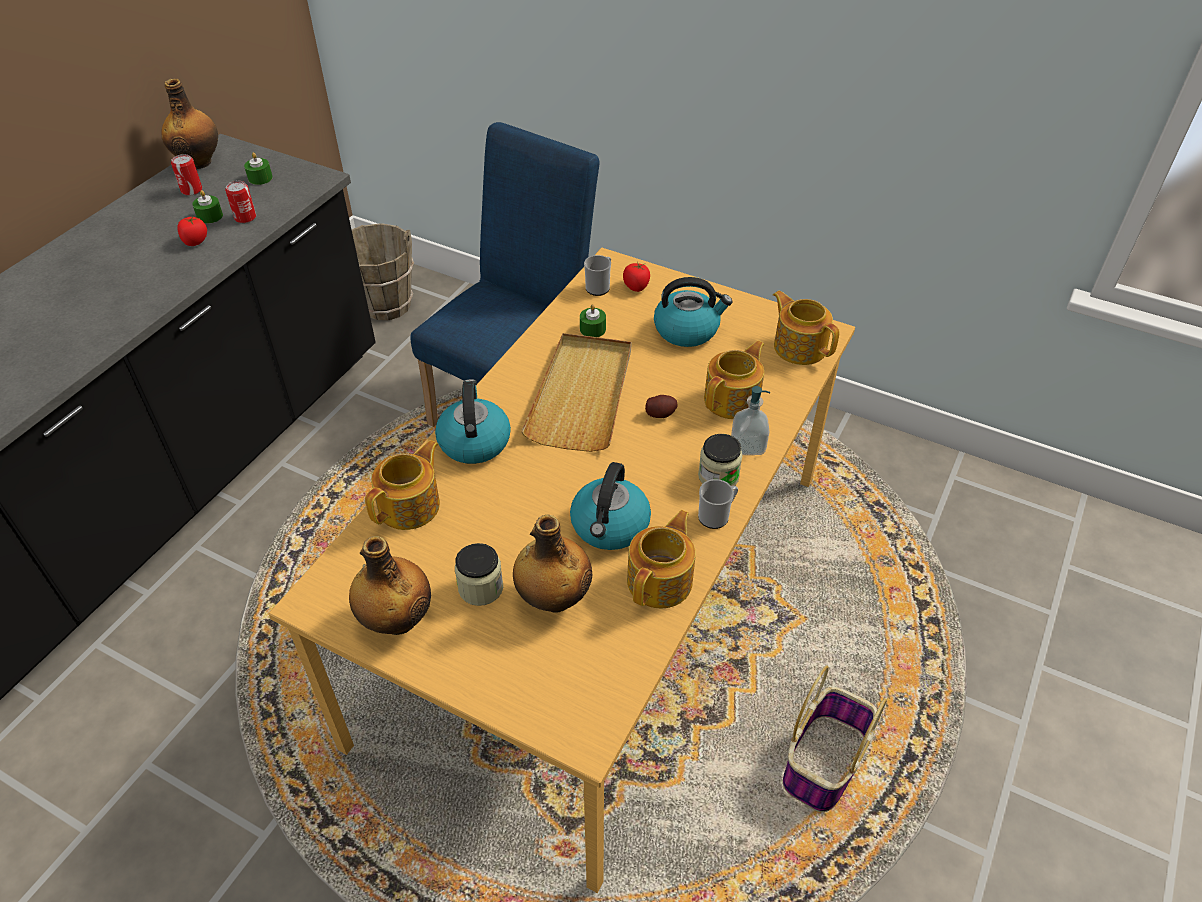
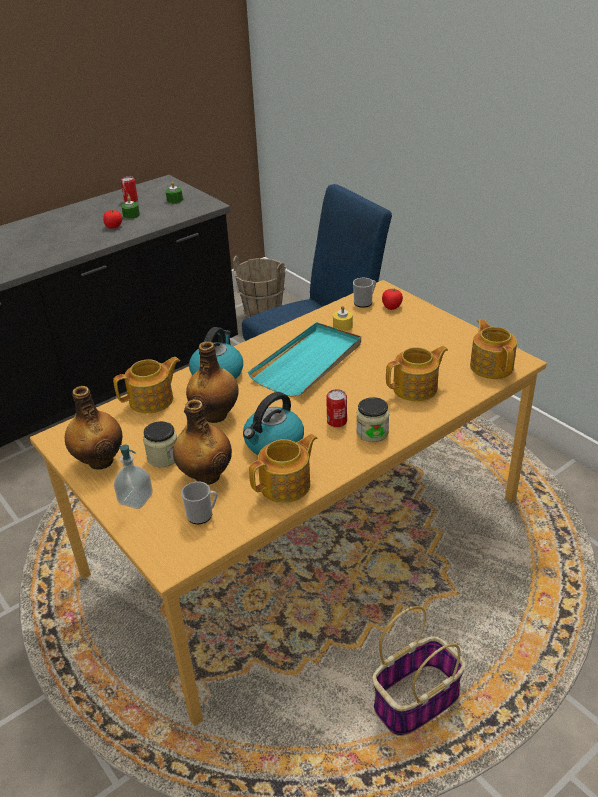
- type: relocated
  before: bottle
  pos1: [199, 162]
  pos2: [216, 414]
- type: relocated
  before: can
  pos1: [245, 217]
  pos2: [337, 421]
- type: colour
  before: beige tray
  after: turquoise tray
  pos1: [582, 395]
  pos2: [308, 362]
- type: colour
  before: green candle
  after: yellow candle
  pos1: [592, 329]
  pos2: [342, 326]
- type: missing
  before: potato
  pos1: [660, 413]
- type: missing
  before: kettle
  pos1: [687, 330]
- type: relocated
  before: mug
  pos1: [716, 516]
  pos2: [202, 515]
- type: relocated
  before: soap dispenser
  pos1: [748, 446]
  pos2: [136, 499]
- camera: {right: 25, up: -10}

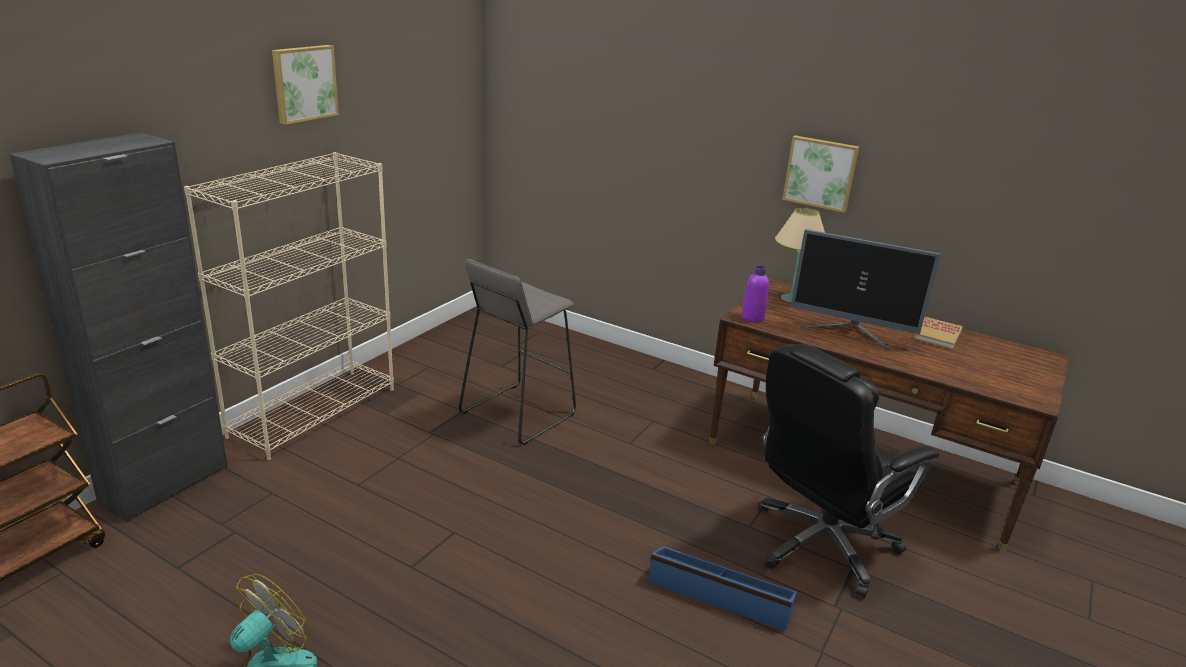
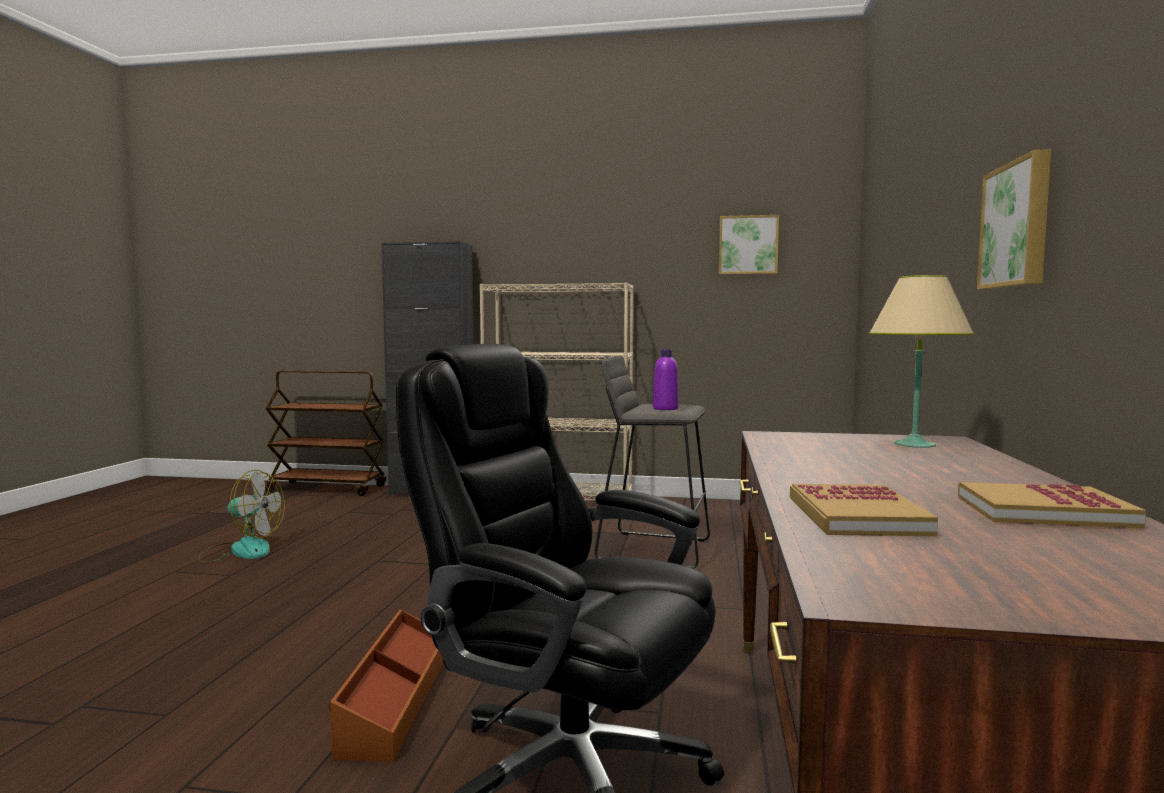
- type: relocated
  before: picture
  pos1: [304, 83]
  pos2: [748, 245]
- type: colour
  before: blue storage box
  after: brown storage box
  pos1: [719, 595]
  pos2: [395, 700]
- type: relocated
  before: purple bottle
  pos1: [752, 318]
  pos2: [665, 408]
- type: missing
  before: monitor
  pos1: [850, 333]
- type: appeared
  after: book
  pos2: [856, 516]
- camera: {right: 70, up: -20}

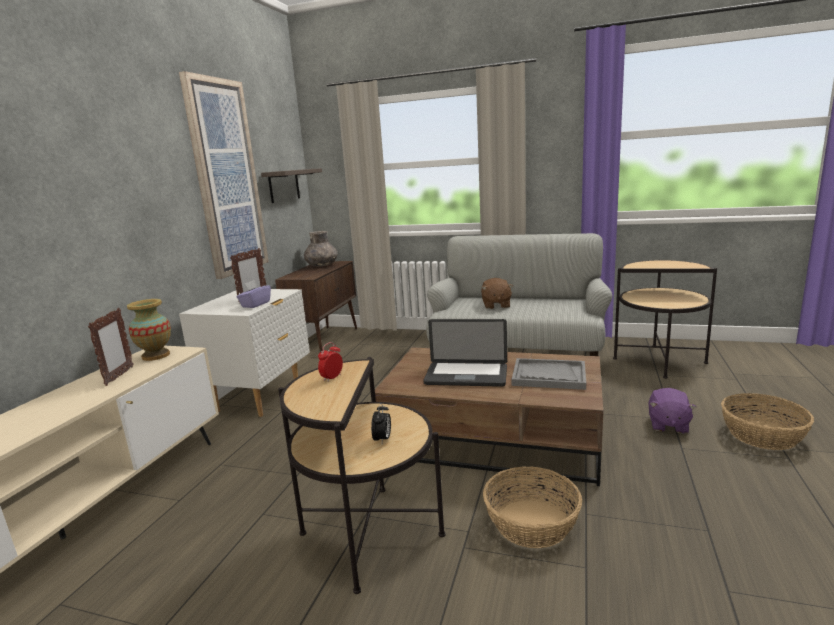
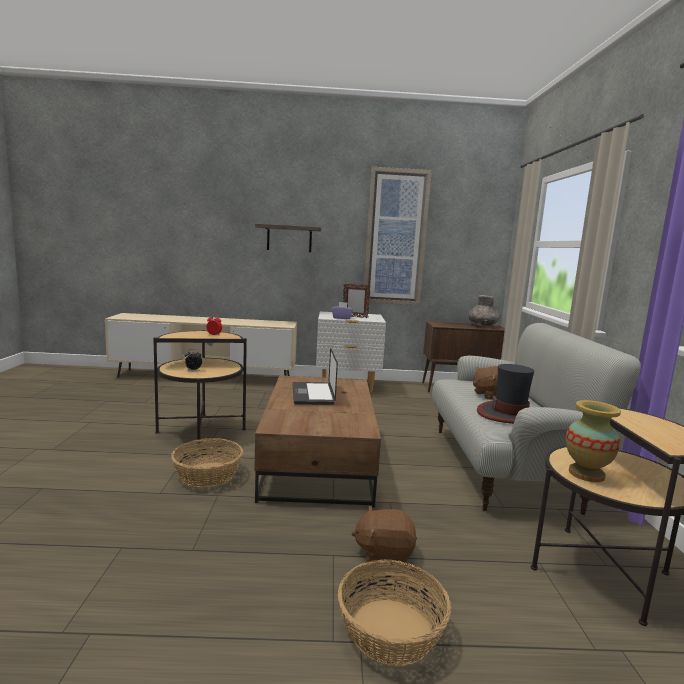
- type: missing
  before: picture frame
  pos1: [119, 376]
- type: relocated
  before: vase
  pos1: [156, 356]
  pos2: [586, 474]
- type: relocated
  before: shelf
  pos1: [284, 185]
  pos2: [289, 238]
- type: missing
  before: grey tray
  pos1: [548, 376]
- type: colour
  before: purple plush toy
  after: brown plush toy
  pos1: [668, 425]
  pos2: [384, 552]
- type: appeared
  after: hat
  pos2: [510, 415]
- camera: {right: 70, up: -5}

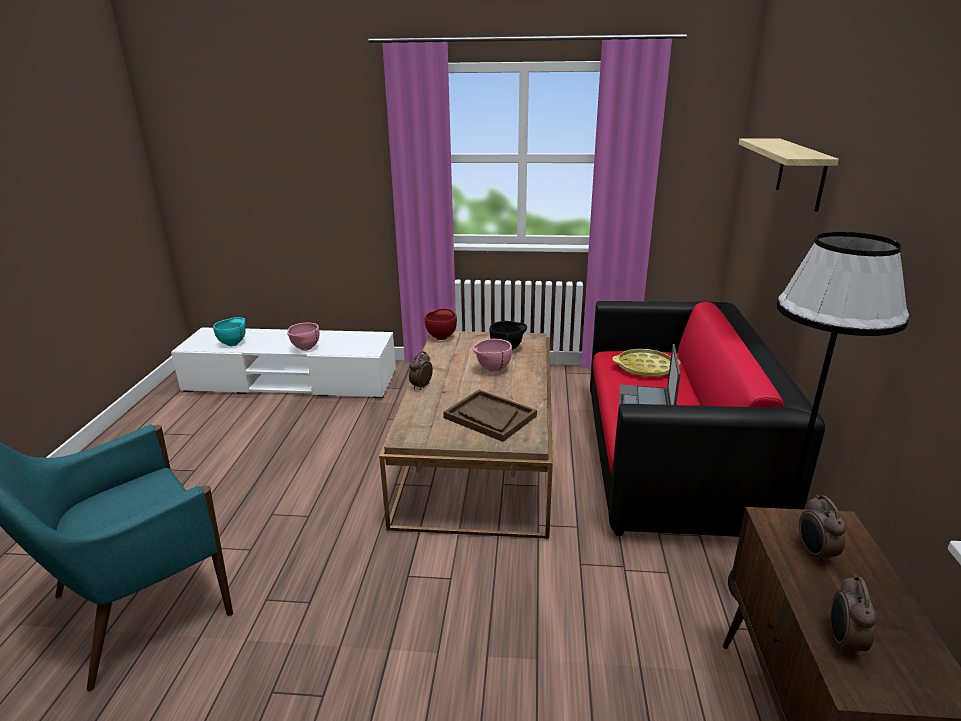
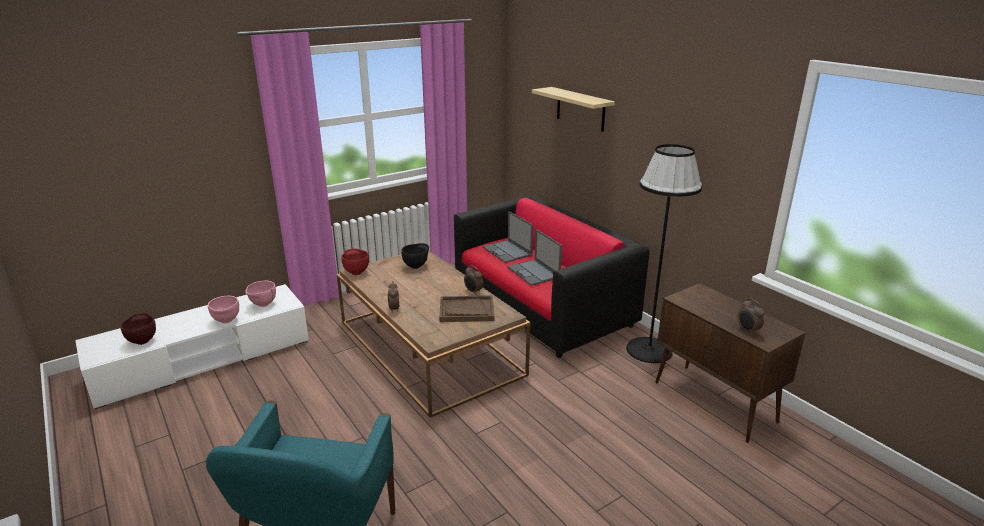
- type: colour
  before: turquoise bowl
  after: brown bowl
  pos1: [234, 343]
  pos2: [143, 341]
- type: relocated
  before: pink bowl
  pos1: [492, 370]
  pos2: [262, 305]
- type: exchanged
  before: yellow tray
  after: laptop
  pos1: [645, 368]
  pos2: [507, 251]
- type: relocated
  before: alarm clock
  pos1: [814, 553]
  pos2: [473, 292]
- camera: {right: -40, up: 0}

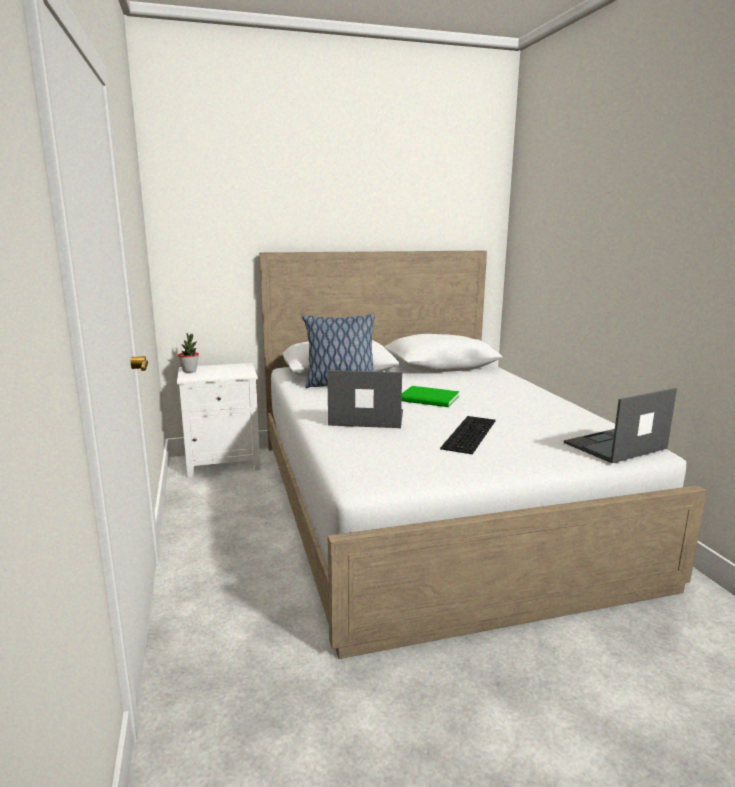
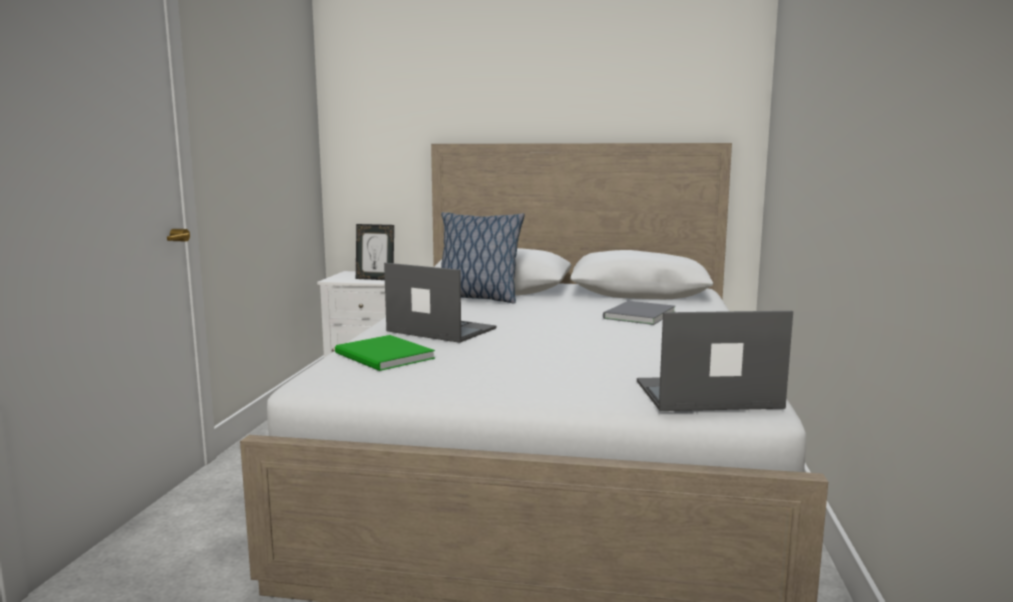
- type: missing
  before: potted plant
  pos1: [189, 371]
- type: relocated
  before: green book
  pos1: [430, 399]
  pos2: [384, 357]
- type: missing
  before: keyboard
  pos1: [467, 433]
- type: appeared
  after: picture frame
  pos2: [375, 279]
- type: appeared
  after: grey book
  pos2: [637, 315]
- camera: {right: 25, up: -5}

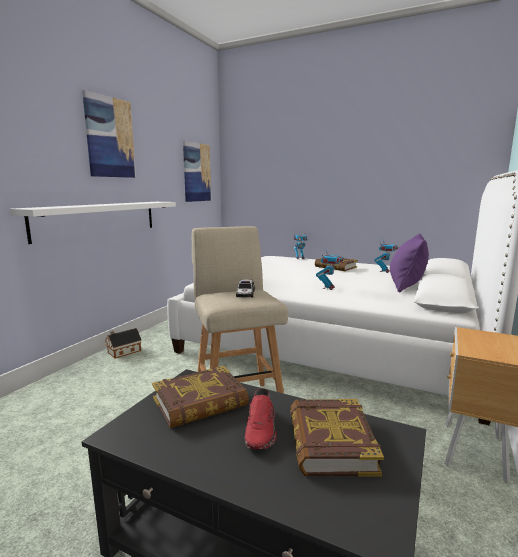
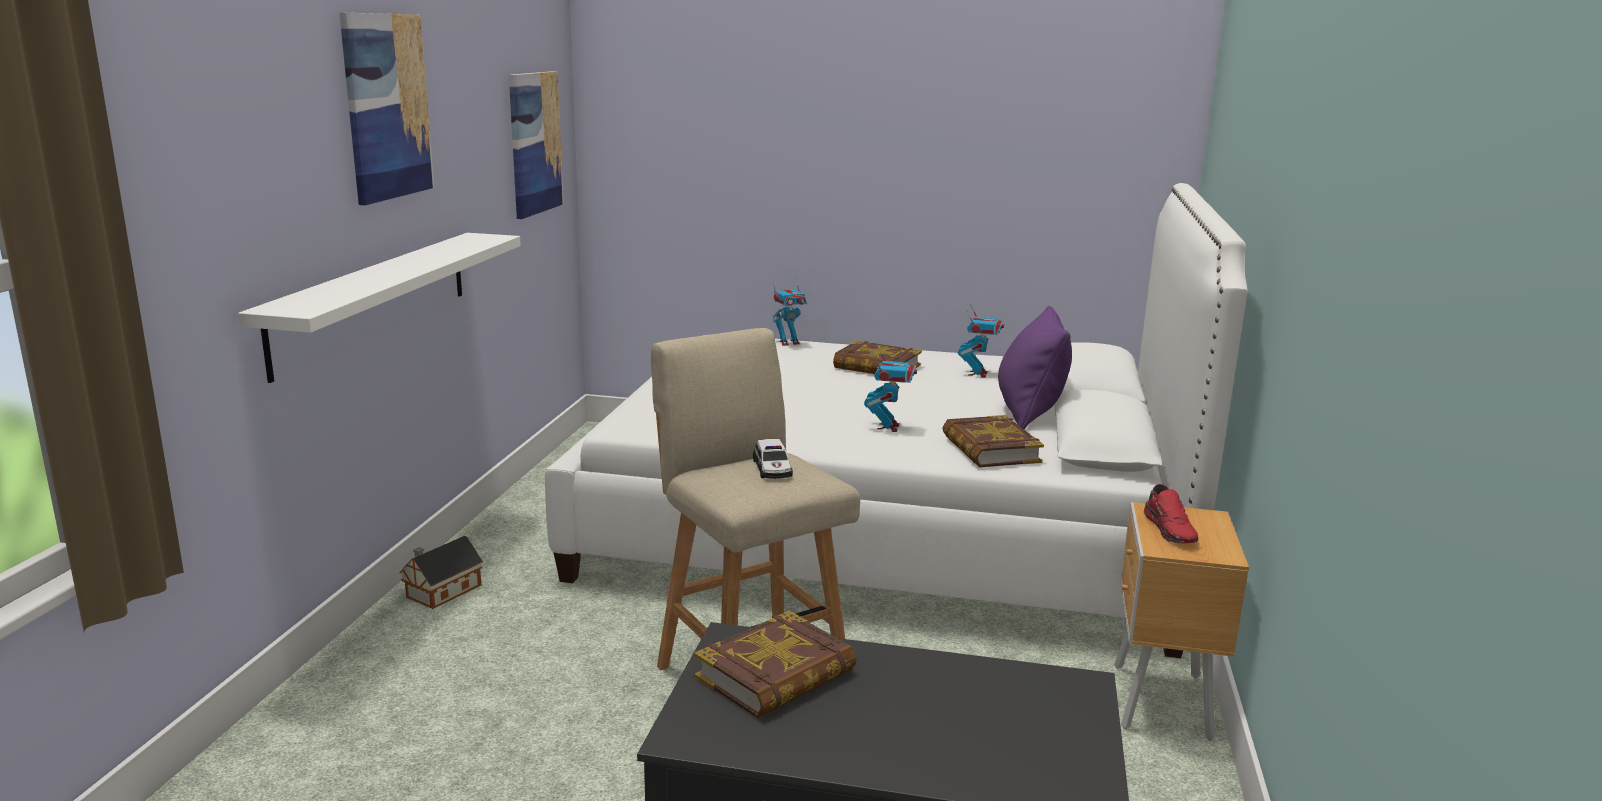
- type: relocated
  before: red shoe
  pos1: [262, 430]
  pos2: [1171, 530]
- type: relocated
  before: book
  pos1: [330, 442]
  pos2: [990, 449]
- camera: {right: -15, up: 5}

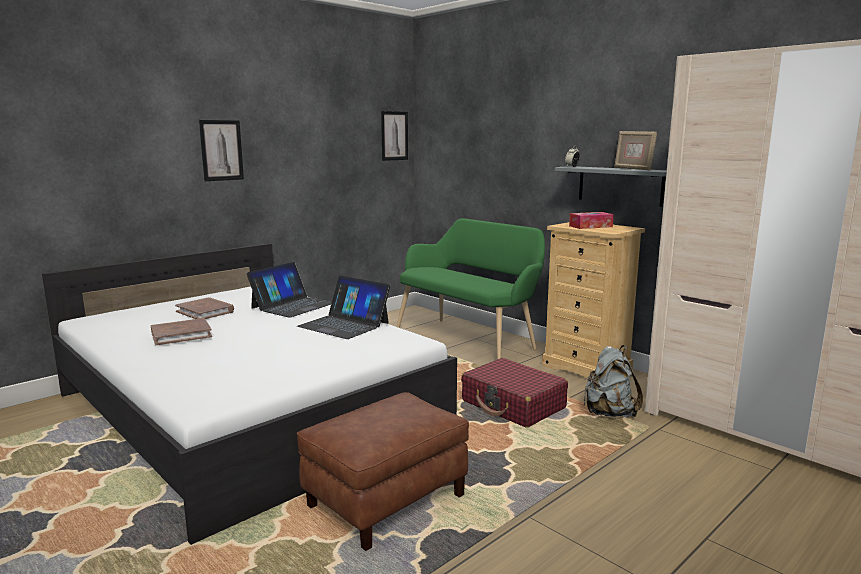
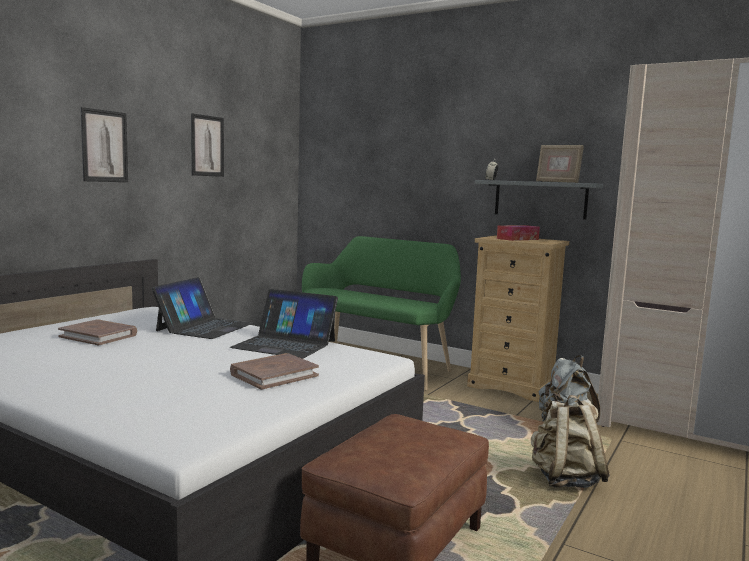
- type: relocated
  before: brown book
  pos1: [181, 334]
  pos2: [274, 375]
- type: relocated
  before: picture
  pos1: [394, 136]
  pos2: [207, 146]
- type: missing
  before: red suitcase
  pos1: [513, 405]
- type: appeared
  after: beige backpack
  pos2: [565, 480]
- camera: {right: -15, up: -5}

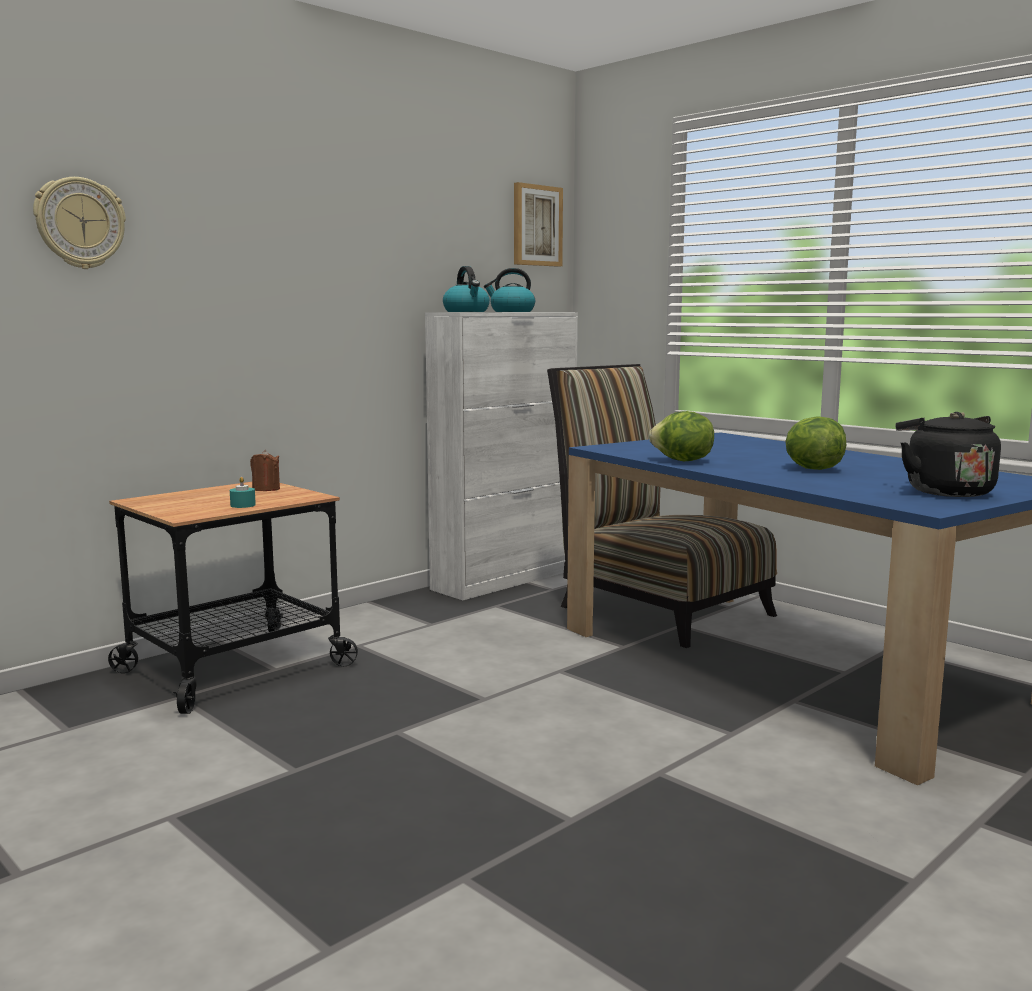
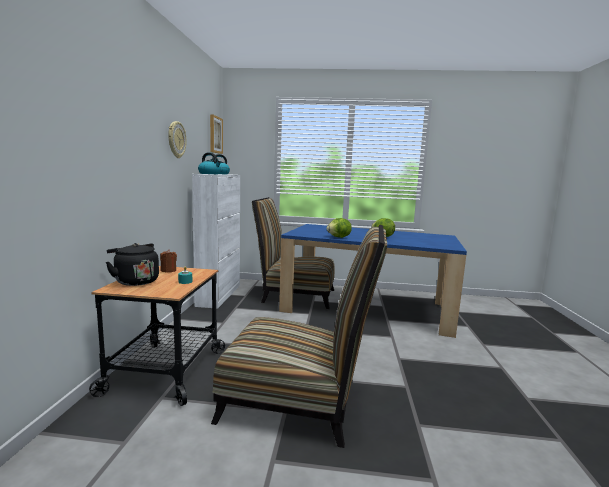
- type: relocated
  before: wall clock
  pos1: [80, 223]
  pos2: [176, 140]
- type: relocated
  before: black kettle
  pos1: [944, 491]
  pos2: [135, 281]
- type: appeared
  after: chair
  pos2: [299, 402]
- camera: {right: -40, up: 0}

